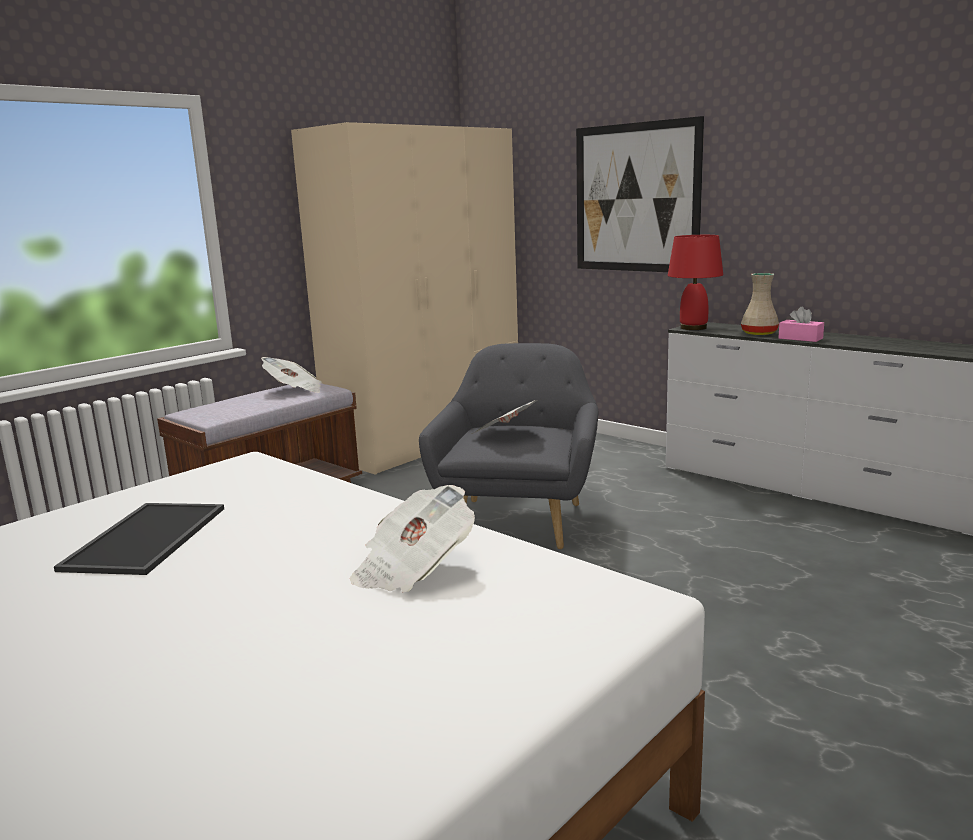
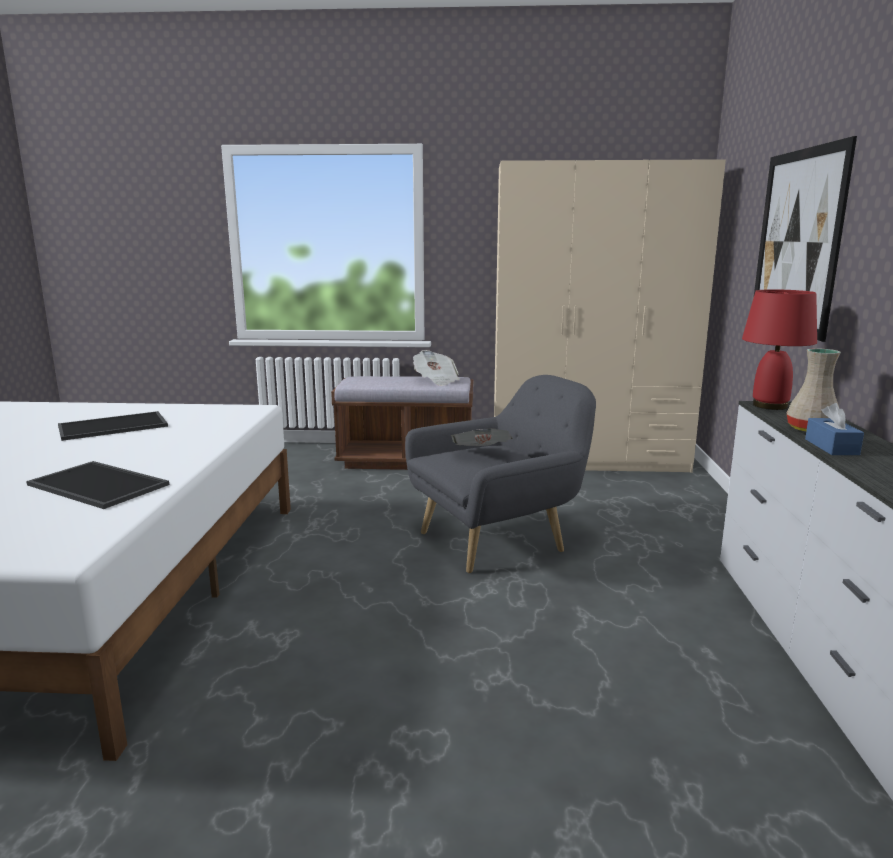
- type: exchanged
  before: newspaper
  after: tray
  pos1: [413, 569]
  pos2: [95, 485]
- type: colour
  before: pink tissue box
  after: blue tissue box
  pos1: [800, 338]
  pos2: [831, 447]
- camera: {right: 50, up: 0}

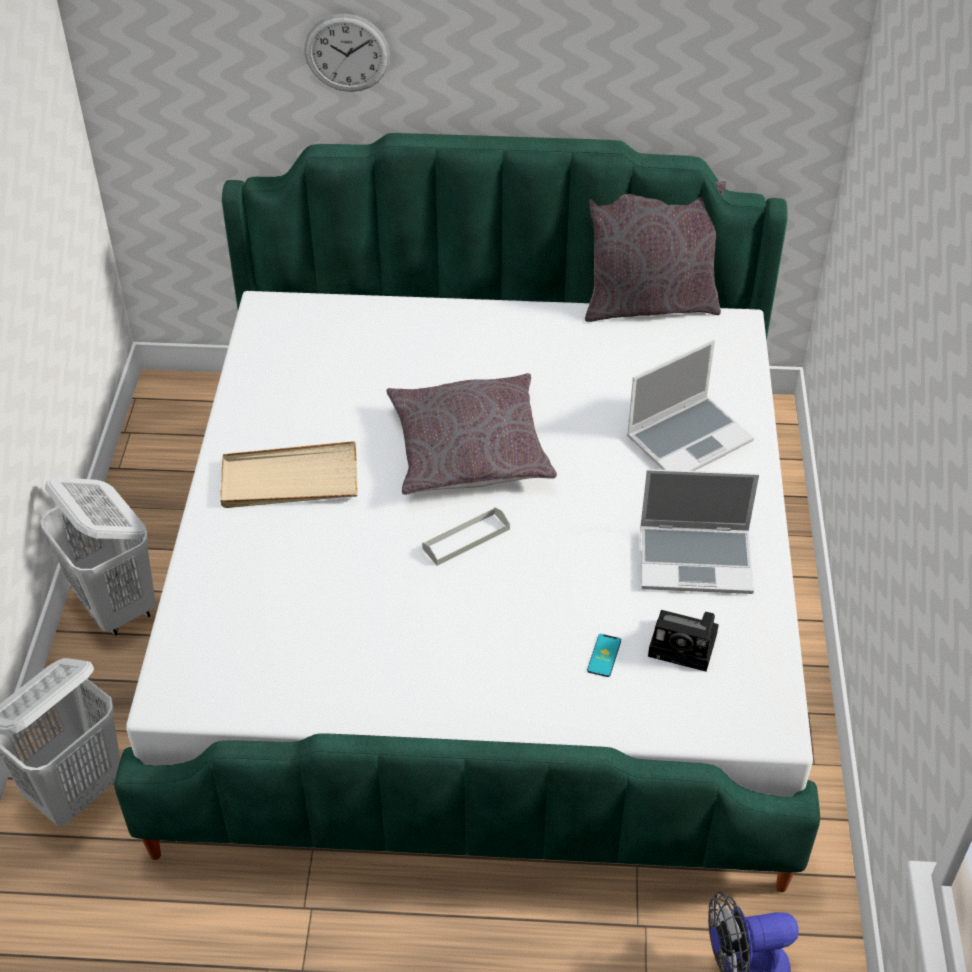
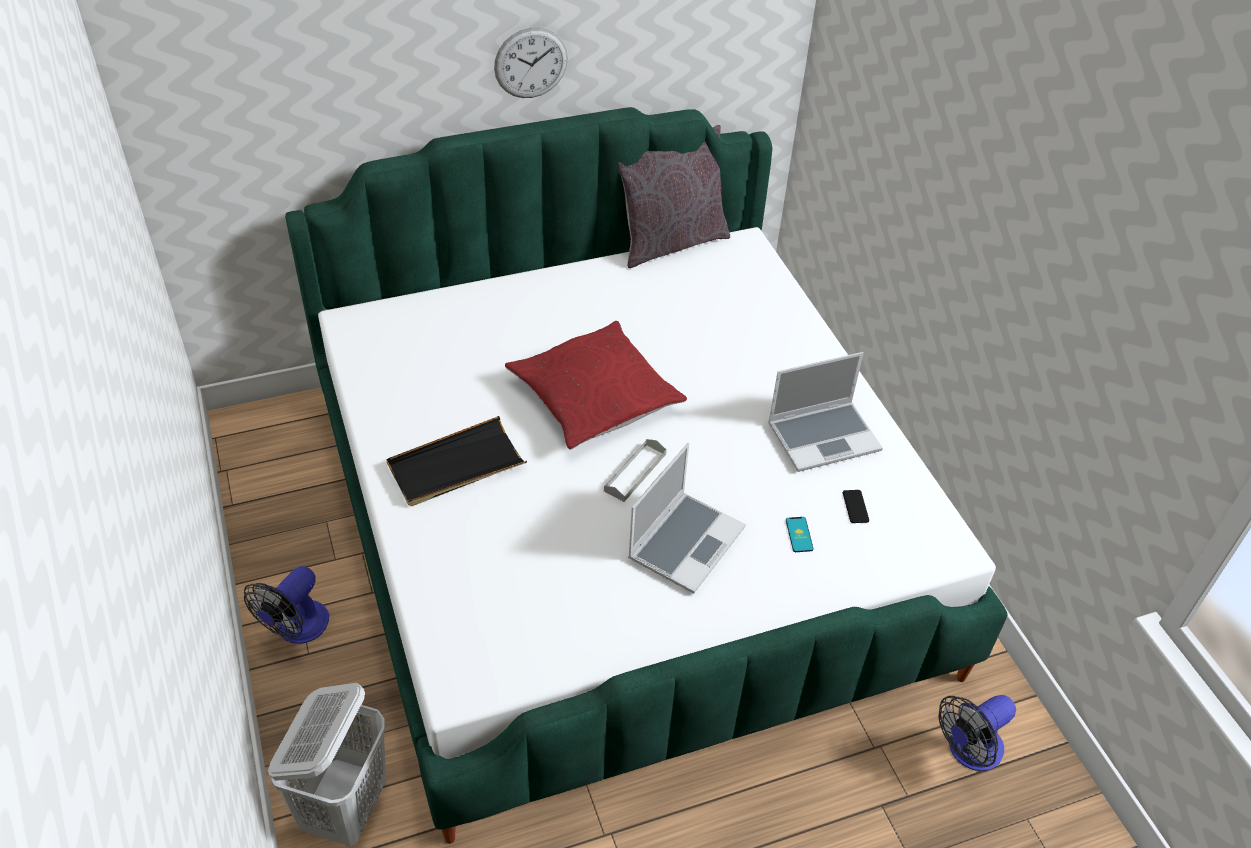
- type: exchanged
  before: white laundry basket
  after: fan
  pos1: [117, 606]
  pos2: [296, 629]
- type: colour
  before: beige tray
  after: black tray
  pos1: [289, 480]
  pos2: [456, 466]
- type: relocated
  before: wall clock
  pos1: [347, 53]
  pos2: [531, 63]
- type: colour
  before: grey pillow
  after: red pillow
  pos1: [469, 448]
  pos2: [594, 396]
- type: relocated
  before: laptop
  pos1: [689, 438]
  pos2: [685, 542]
- type: exchanged
  before: photo camera
  after: phone
  pos1: [686, 645]
  pos2: [855, 507]
- camera: {right: -25, up: 0}

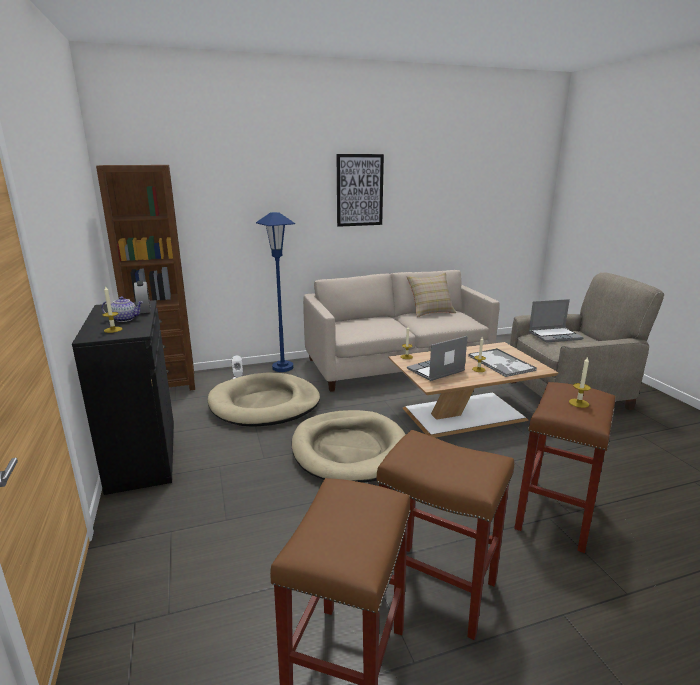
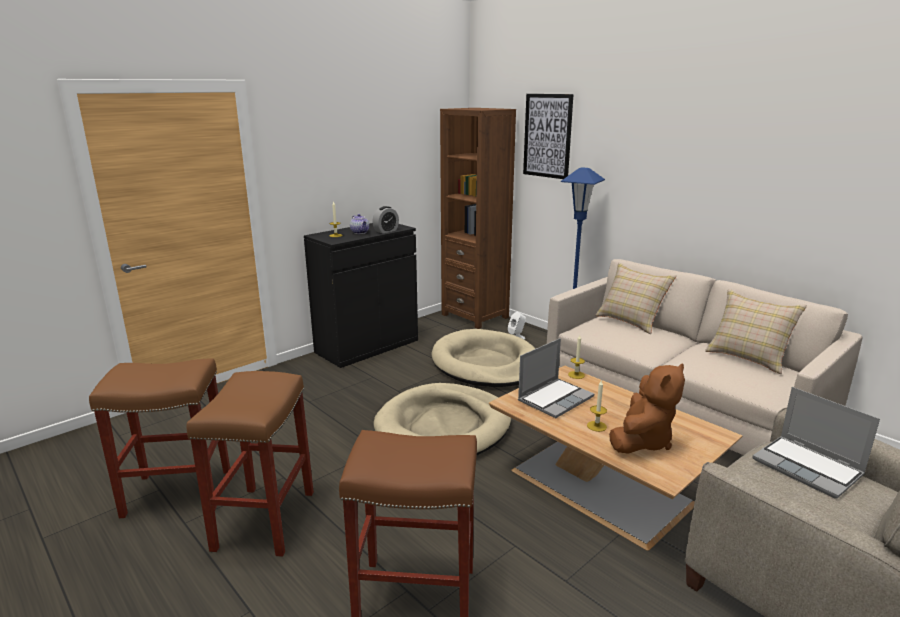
- type: relocated
  before: picture
  pos1: [359, 190]
  pos2: [547, 136]
- type: spun
  before: laptop
  pos1: [435, 371]
  pos2: [555, 398]
  turn: 105
- type: exchanged
  before: tray
  after: brown plush toy
  pos1: [501, 363]
  pos2: [642, 441]
- type: missing
  before: candle
  pos1: [578, 403]
- type: appeared
  after: beige pillow
  pos2: [631, 321]
- camera: {right: 65, up: 0}

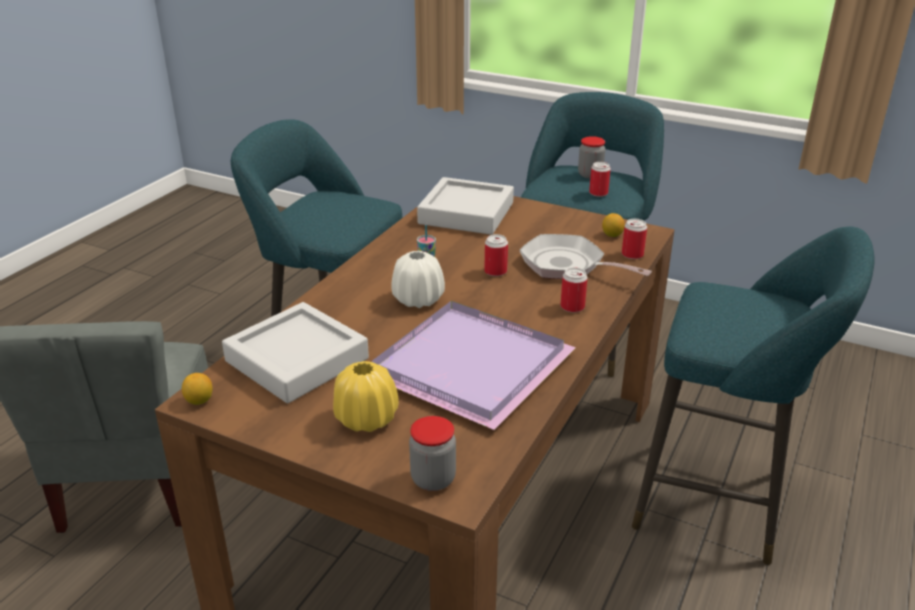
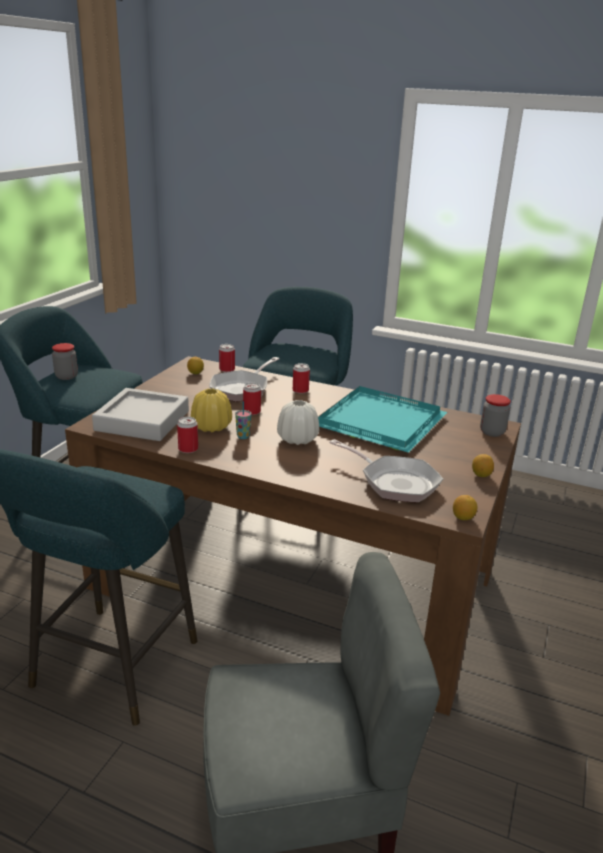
- type: exchanged
  before: grey tray
  after: frying pan
  pos1: [297, 360]
  pos2: [394, 482]
- type: relocated
  before: yellow vase
  pos1: [366, 419]
  pos2: [211, 427]
- type: colour
  before: purple tray
  after: turquoise tray
  pos1: [464, 366]
  pos2: [380, 423]
- type: relocated
  before: can
  pos1: [598, 193]
  pos2: [188, 449]
- type: appeared
  after: lemon
  pos2: [481, 475]
- camera: {right: -95, up: -5}

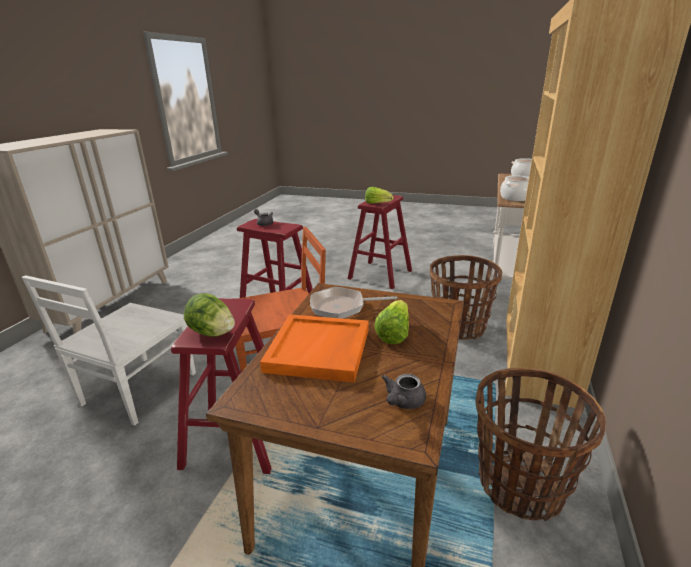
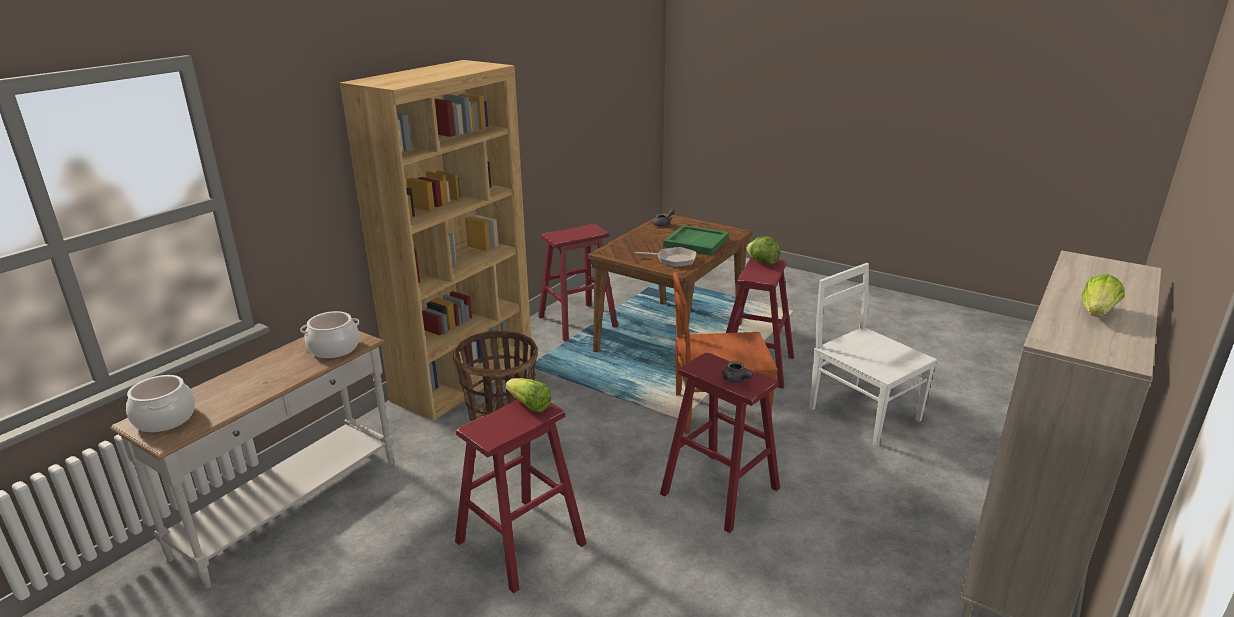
- type: spun
  before: white chair
  pos1: [137, 390]
  pos2: [862, 412]
  turn: -75
- type: colour
  before: orange tray
  after: green tray
  pos1: [319, 350]
  pos2: [695, 242]
- type: relocated
  before: lettuce
  pos1: [394, 333]
  pos2: [1096, 313]
- type: exchanged
  before: basket
  after: red stool
  pos1: [520, 485]
  pos2: [577, 322]
- camera: {right: -165, up: 0}

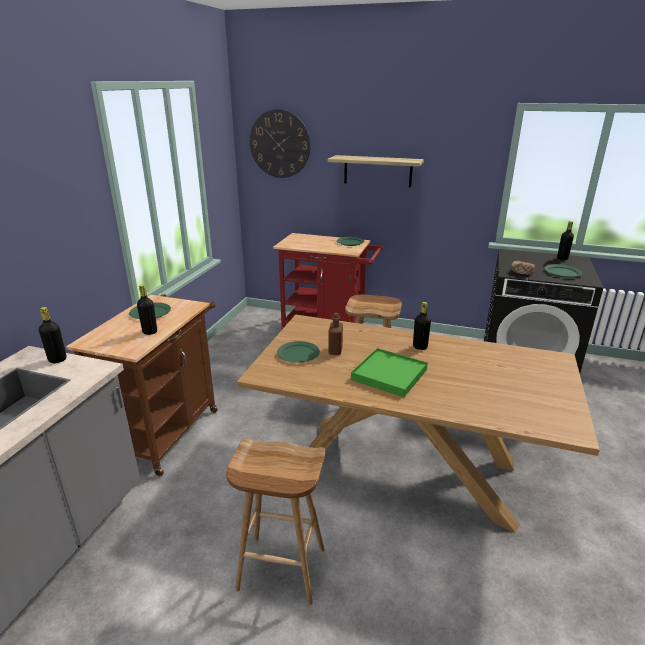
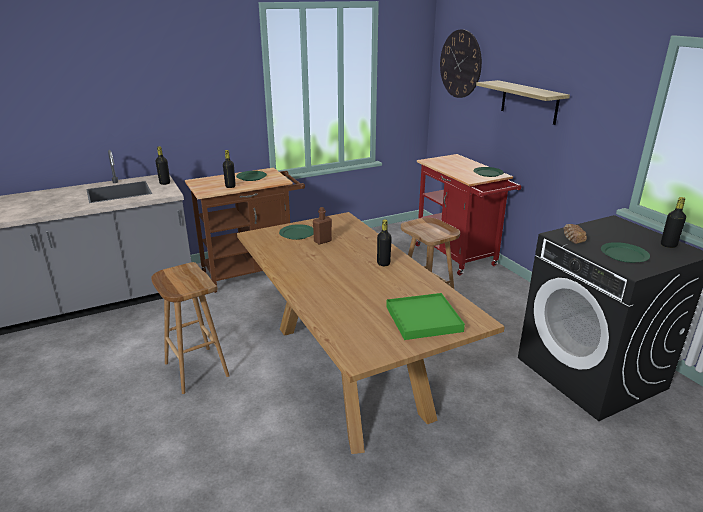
- type: relocated
  before: green tray
  pos1: [389, 374]
  pos2: [423, 319]
- camera: {right: 45, up: 0}

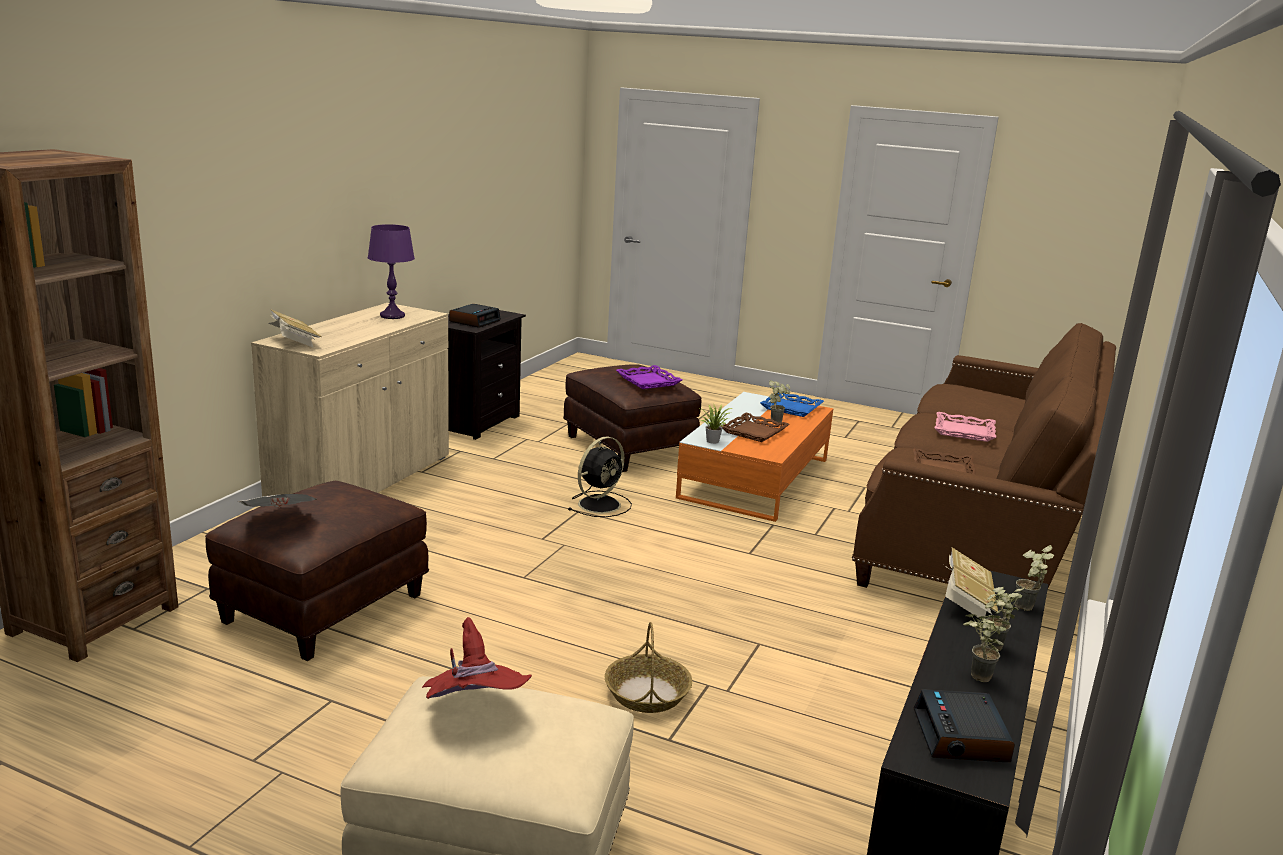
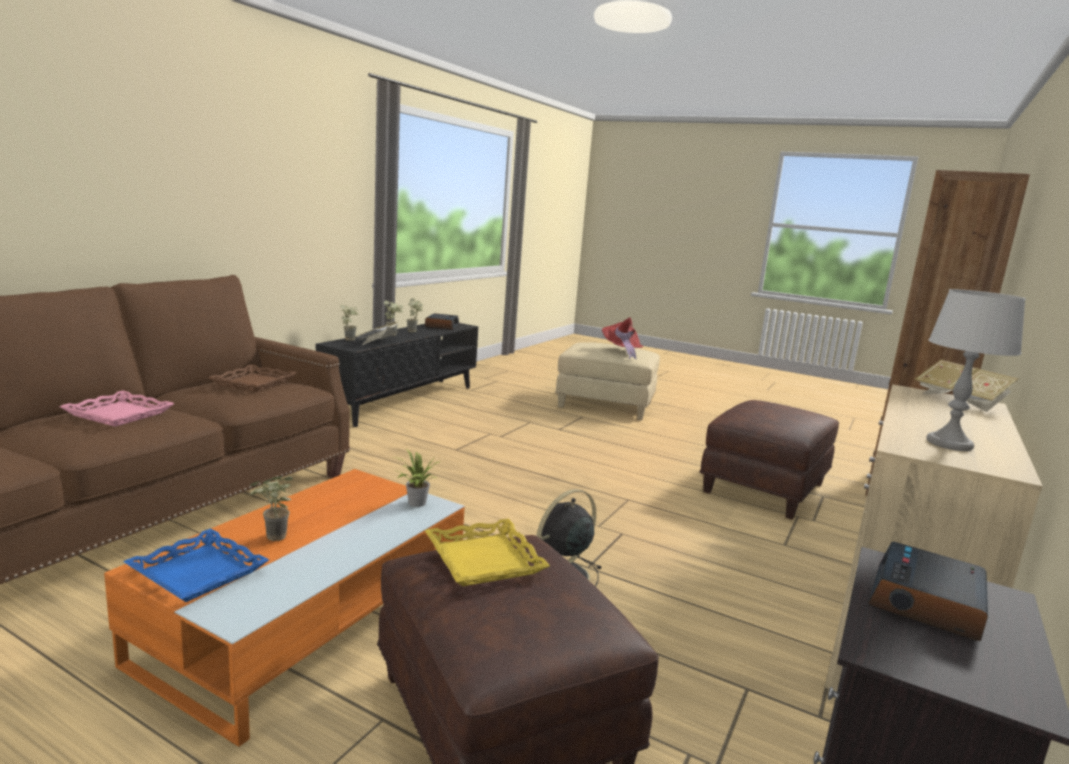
- type: missing
  before: newspaper
  pos1: [279, 519]
- type: colour
  before: purple table lamp
  after: grey table lamp
  pos1: [392, 316]
  pos2: [948, 443]
- type: missing
  before: basket
  pos1: [647, 693]
- type: colour
  before: purple tray
  after: yellow tray
  pos1: [649, 381]
  pos2: [483, 560]
- type: missing
  before: brown tray
  pos1: [754, 432]
- camera: {right: -175, up: -5}

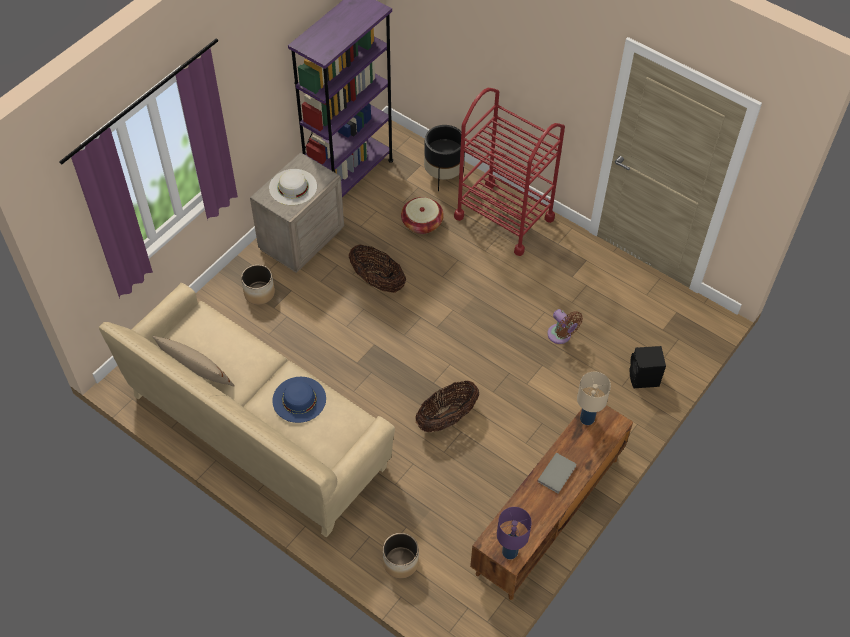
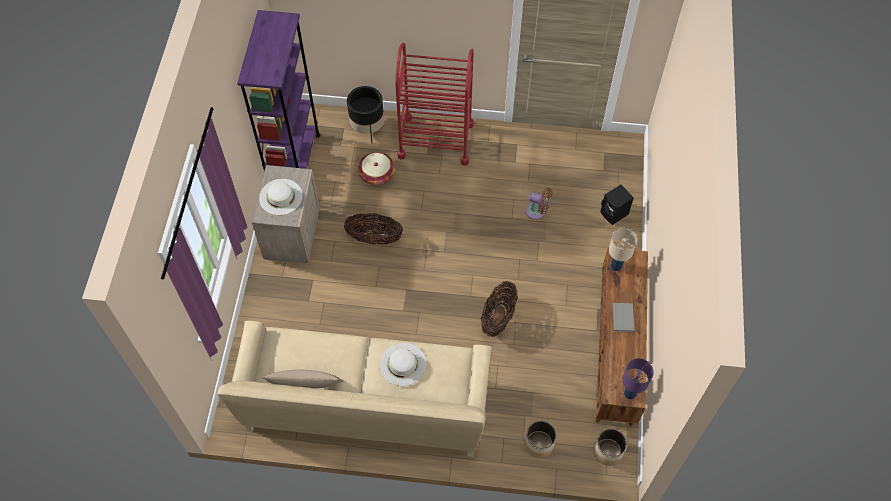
- type: relocated
  before: planter
  pos1: [259, 293]
  pos2: [607, 451]
- type: colour
  before: blue hat
  after: white hat
  pos1: [299, 399]
  pos2: [402, 364]
- camera: {right: -30, up: 5}

